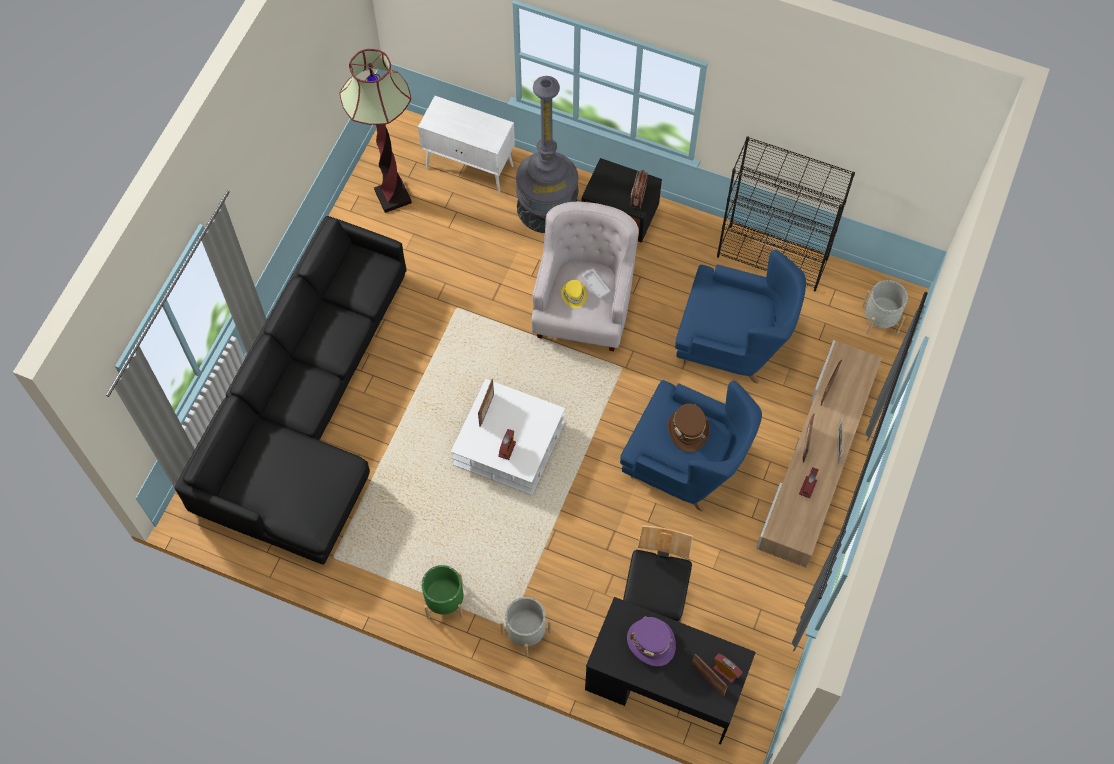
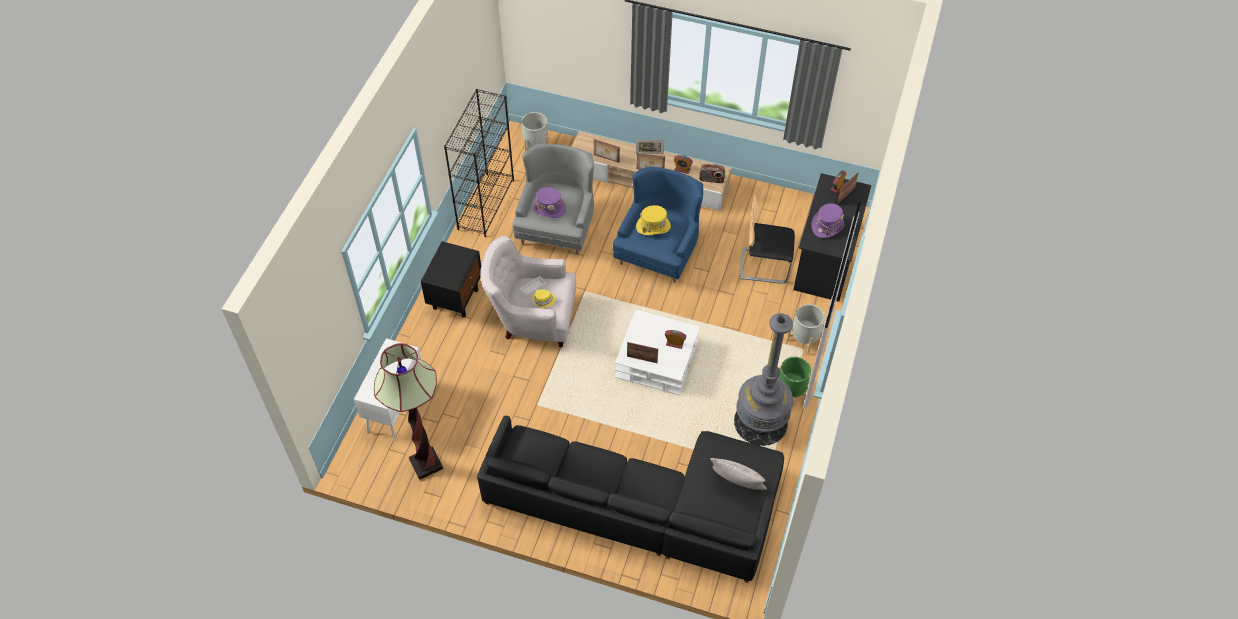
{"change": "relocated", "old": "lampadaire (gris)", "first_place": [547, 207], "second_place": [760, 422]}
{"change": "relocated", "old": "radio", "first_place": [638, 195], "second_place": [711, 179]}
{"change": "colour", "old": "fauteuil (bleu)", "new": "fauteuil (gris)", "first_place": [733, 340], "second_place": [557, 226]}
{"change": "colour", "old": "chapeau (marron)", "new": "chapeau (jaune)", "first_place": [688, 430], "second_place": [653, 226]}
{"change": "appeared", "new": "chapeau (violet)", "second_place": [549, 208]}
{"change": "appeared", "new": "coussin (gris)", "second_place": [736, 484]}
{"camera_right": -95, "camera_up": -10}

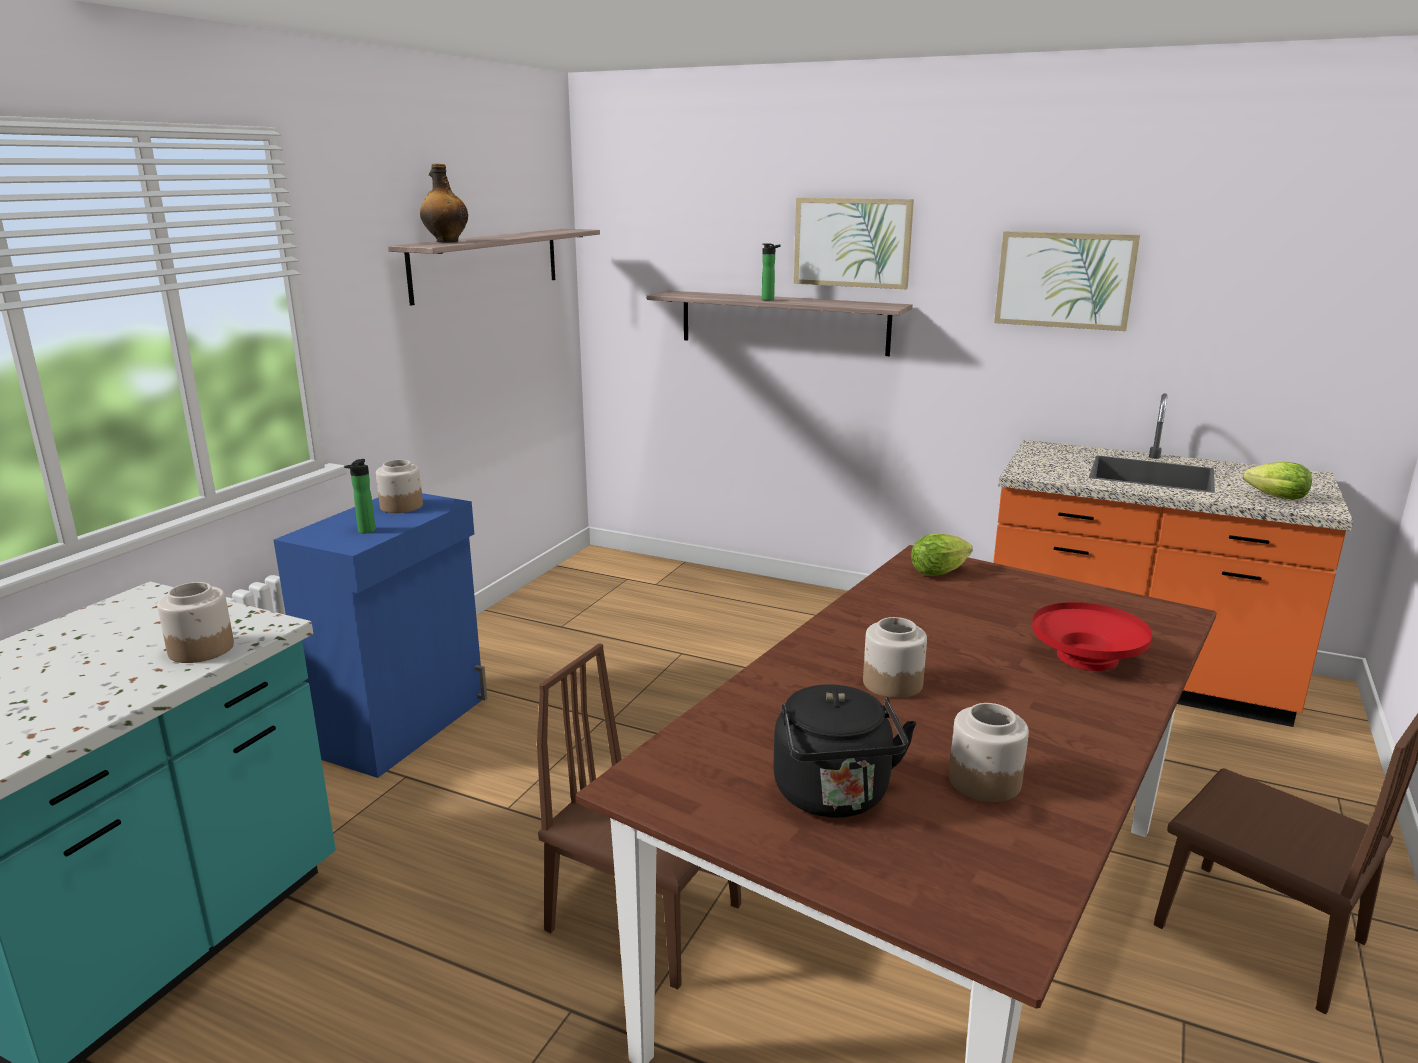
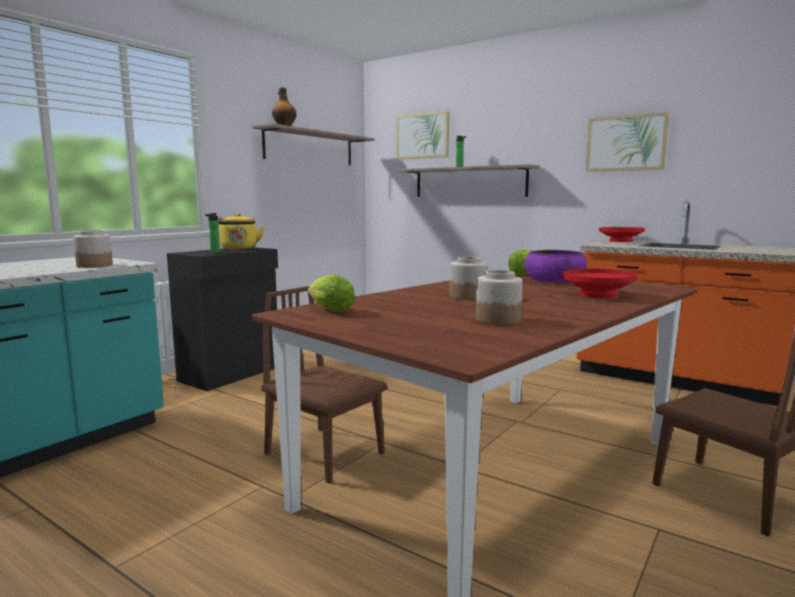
{"change": "relocated", "old": "tableau", "first_place": [852, 242], "second_place": [423, 136]}
{"change": "exchanged", "old": "bocal", "new": "bouilloire (jaune)", "first_place": [401, 506], "second_place": [239, 249]}
{"change": "relocated", "old": "laitue", "first_place": [1272, 497], "second_place": [328, 310]}
{"change": "colour", "old": "meuble de rangement (bleu)", "new": "meuble de rangement (noir)", "first_place": [404, 725], "second_place": [231, 374]}
{"change": "missing", "old": "bouilloire (noir)", "first_place": [834, 797]}
{"change": "appeared", "new": "bol (rouge)", "second_place": [620, 241]}
{"change": "appeared", "new": "bol (violet)", "second_place": [554, 281]}
{"camera_right": 10, "camera_up": -10}

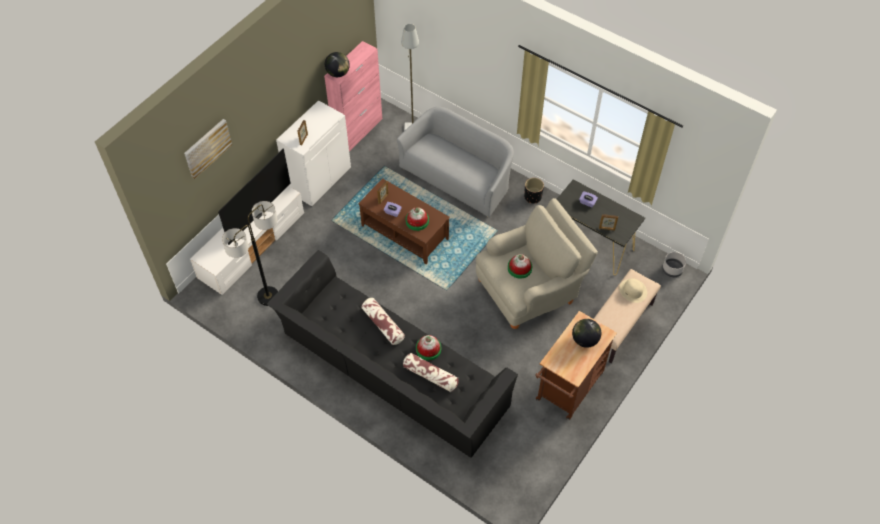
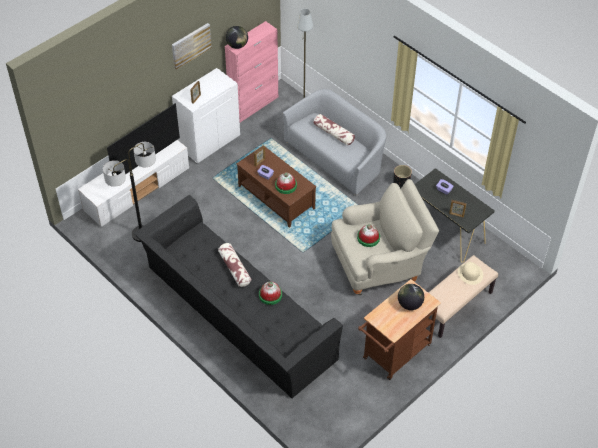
{"change": "relocated", "old": "tableau", "first_place": [207, 148], "second_place": [191, 45]}
{"change": "missing", "old": "cache-pot (gris)", "first_place": [672, 270]}
{"change": "relocated", "old": "coussin", "first_place": [430, 376], "second_place": [334, 134]}
{"camera_right": 10, "camera_up": -5}

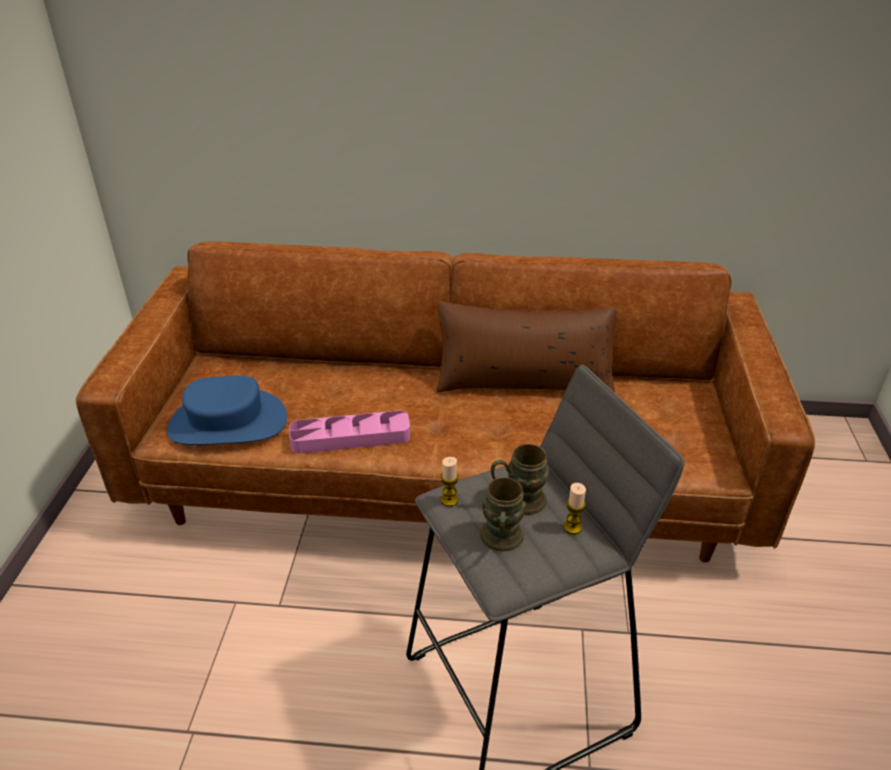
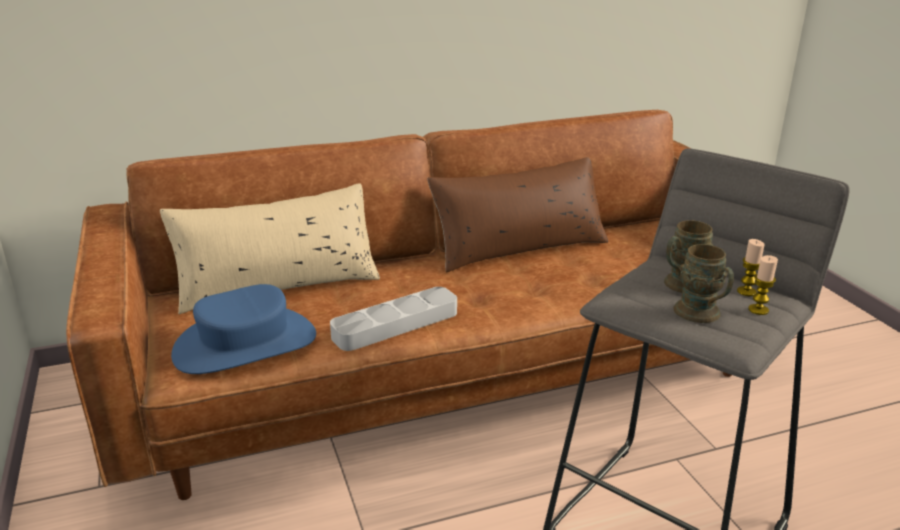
{"change": "colour", "old": "plateau (rose)", "new": "plateau (gris)", "first_place": [350, 437], "second_place": [395, 324]}
{"change": "relocated", "old": "bougie", "first_place": [449, 500], "second_place": [758, 310]}
{"change": "appeared", "new": "coussin (beige)", "second_place": [278, 285]}
{"camera_right": -25, "camera_up": -10}

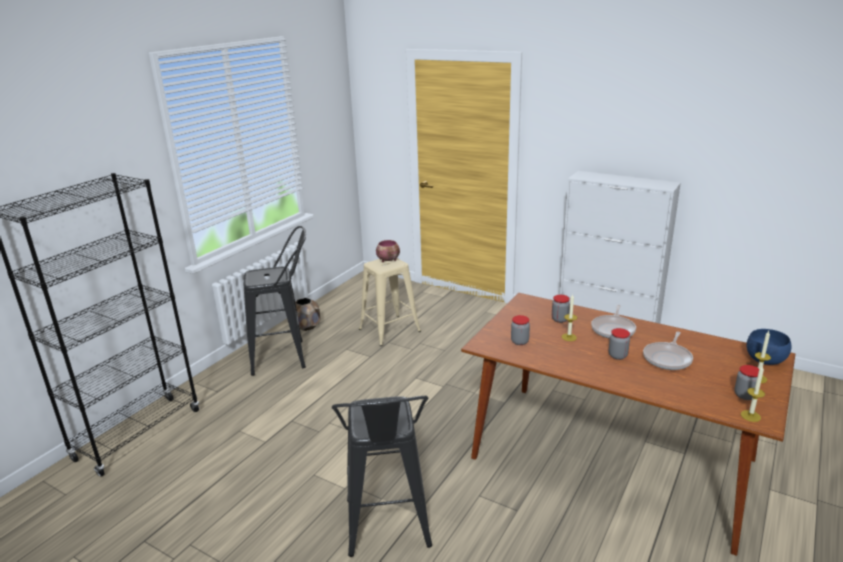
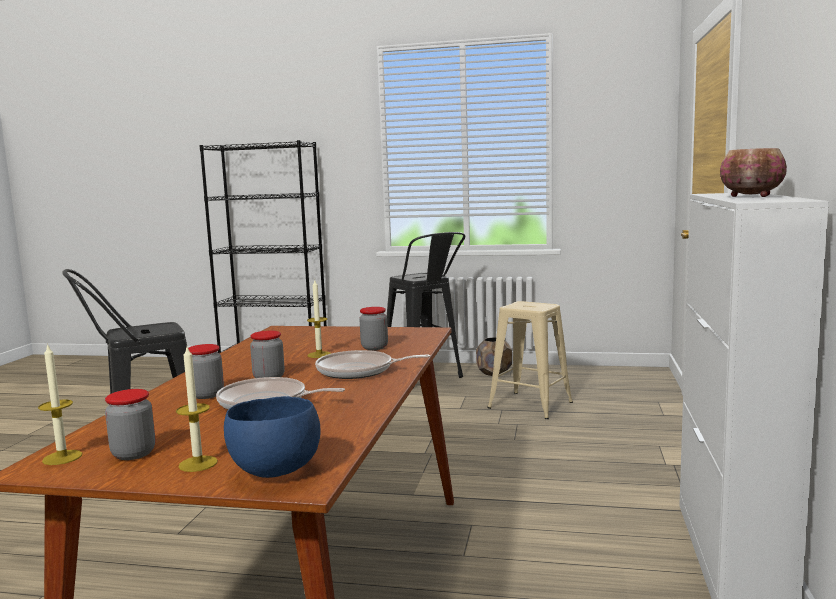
{"change": "relocated", "old": "bol", "first_place": [389, 260], "second_place": [752, 196]}
{"change": "relocated", "old": "bocal", "first_place": [519, 341], "second_place": [207, 395]}
{"camera_right": 70, "camera_up": -15}

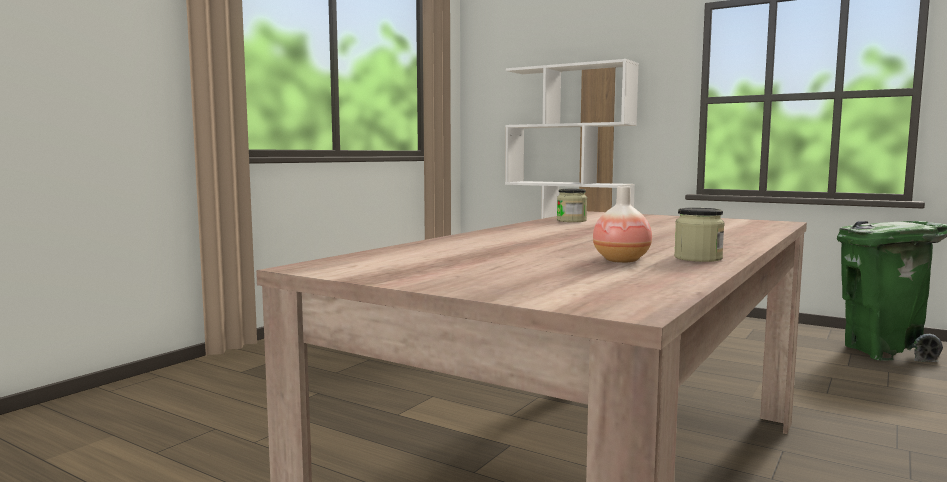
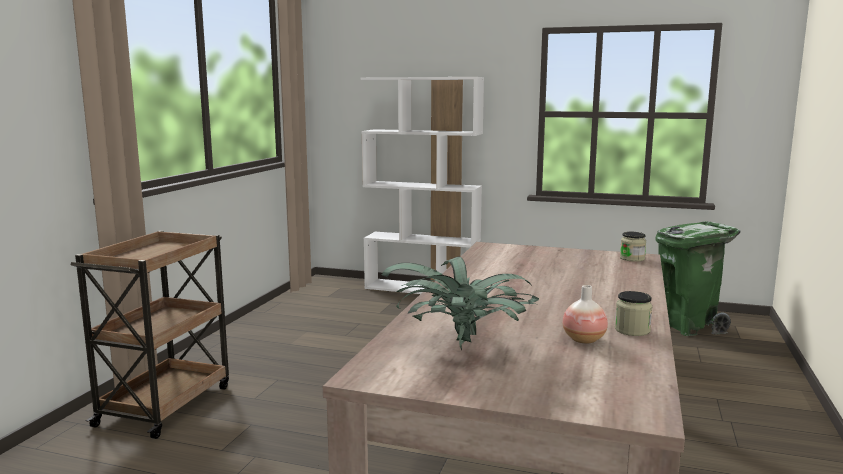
{"change": "relocated", "old": "bocal", "first_place": [571, 220], "second_place": [632, 258]}
{"change": "appeared", "new": "chariot (marron)", "second_place": [166, 404]}
{"change": "appeared", "new": "plante en pot", "second_place": [464, 346]}
{"camera_right": -15, "camera_up": 5}

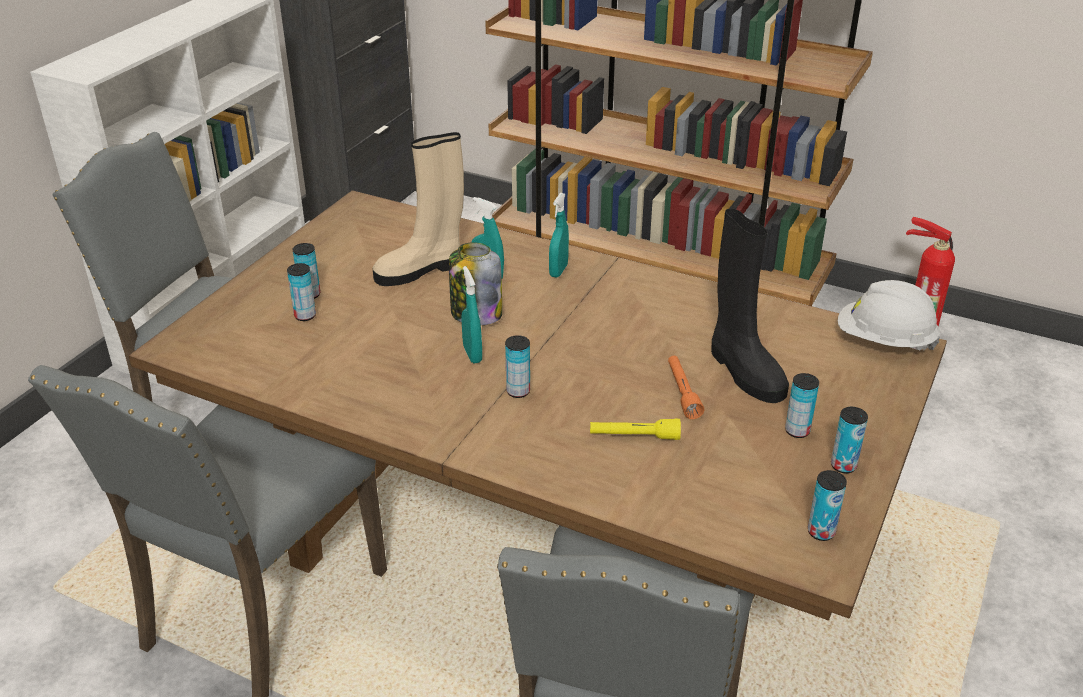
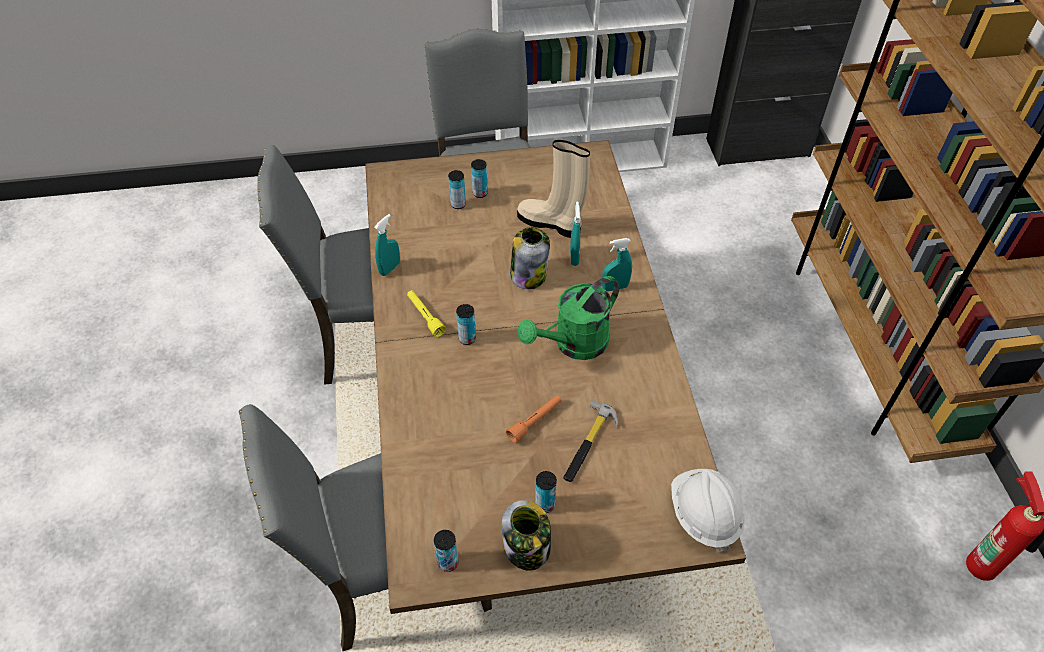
{"change": "exchanged", "old": "botte (noir)", "new": "marteau", "first_place": [744, 371], "second_place": [588, 444]}
{"change": "relocated", "old": "vaporisateur (turquoise)", "first_place": [472, 354], "second_place": [390, 268]}
{"change": "exchanged", "old": "boîte métallique", "new": "bocal", "first_place": [843, 466], "second_place": [527, 548]}
{"change": "relocated", "old": "lampe de poche (jaune)", "first_place": [634, 436], "second_place": [425, 316]}
{"change": "appeared", "new": "arrosoir (vert)", "second_place": [573, 345]}
{"camera_right": 55, "camera_up": 15}

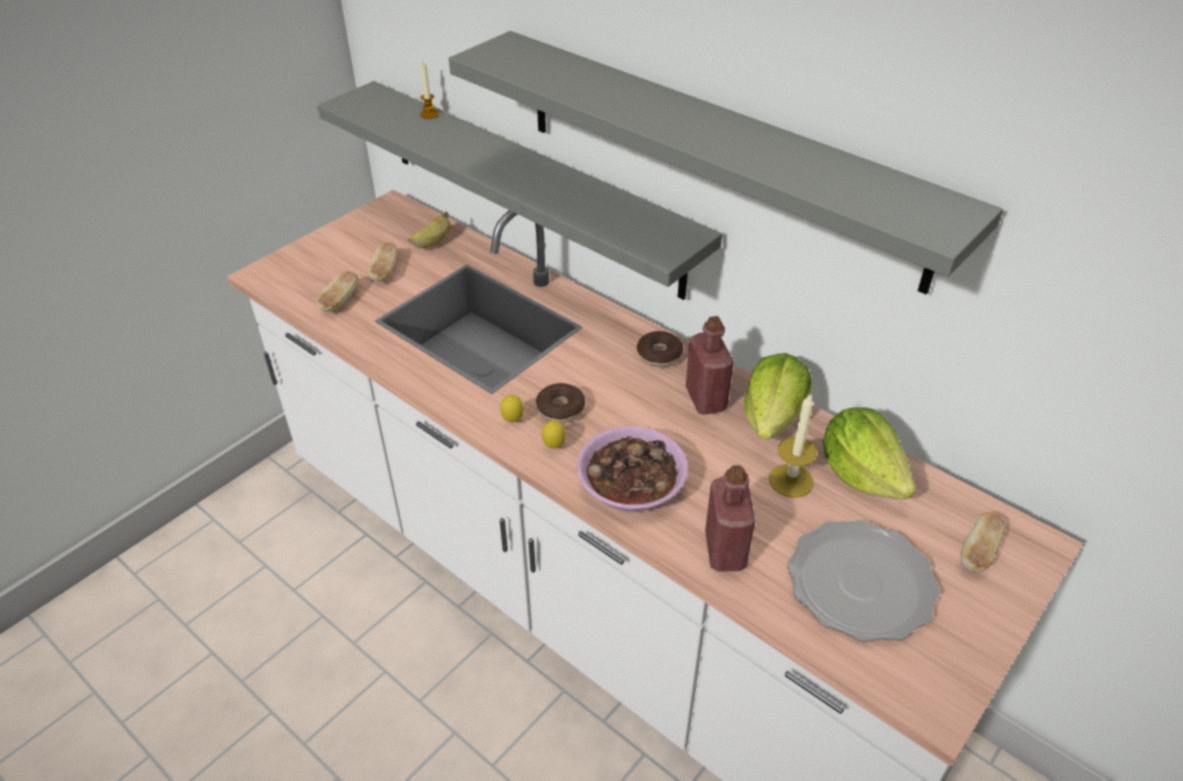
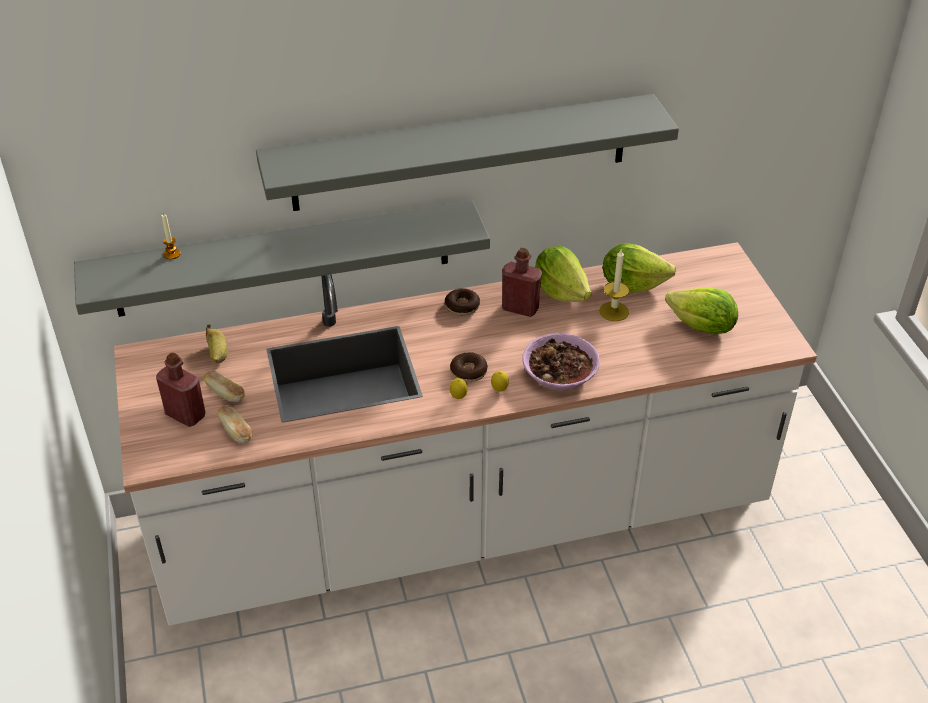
{"change": "relocated", "old": "bouteille (rouge)", "first_place": [725, 550], "second_place": [185, 415]}
{"change": "missing", "old": "pain", "first_place": [979, 552]}
{"change": "exchanged", "old": "assiette", "new": "laitue", "first_place": [859, 584], "second_place": [701, 327]}
{"camera_right": -55, "camera_up": 0}

